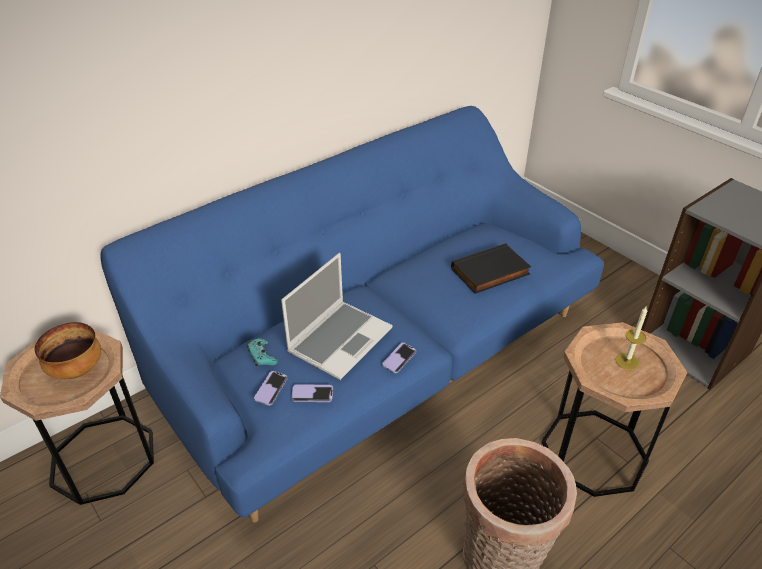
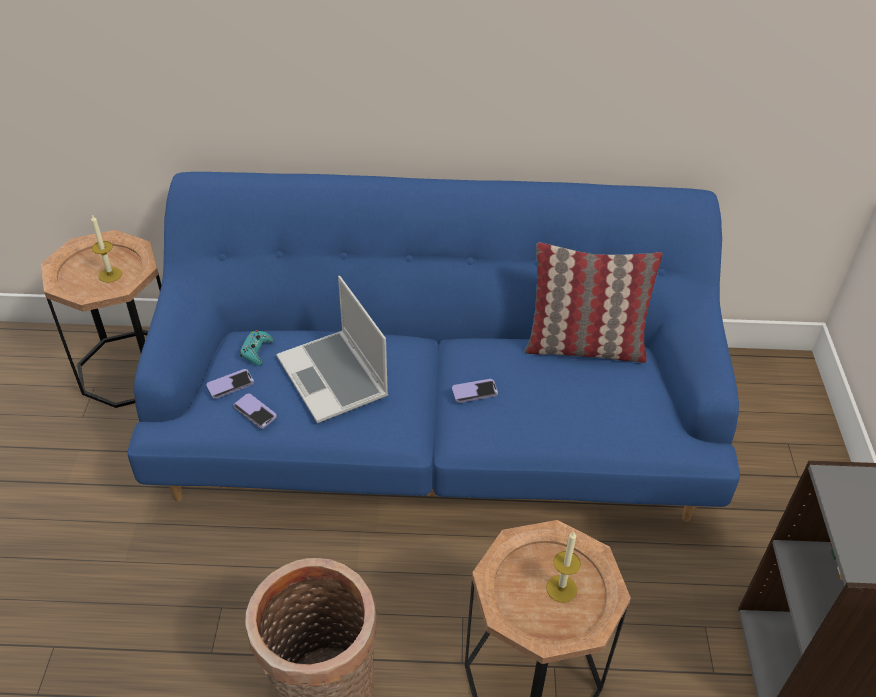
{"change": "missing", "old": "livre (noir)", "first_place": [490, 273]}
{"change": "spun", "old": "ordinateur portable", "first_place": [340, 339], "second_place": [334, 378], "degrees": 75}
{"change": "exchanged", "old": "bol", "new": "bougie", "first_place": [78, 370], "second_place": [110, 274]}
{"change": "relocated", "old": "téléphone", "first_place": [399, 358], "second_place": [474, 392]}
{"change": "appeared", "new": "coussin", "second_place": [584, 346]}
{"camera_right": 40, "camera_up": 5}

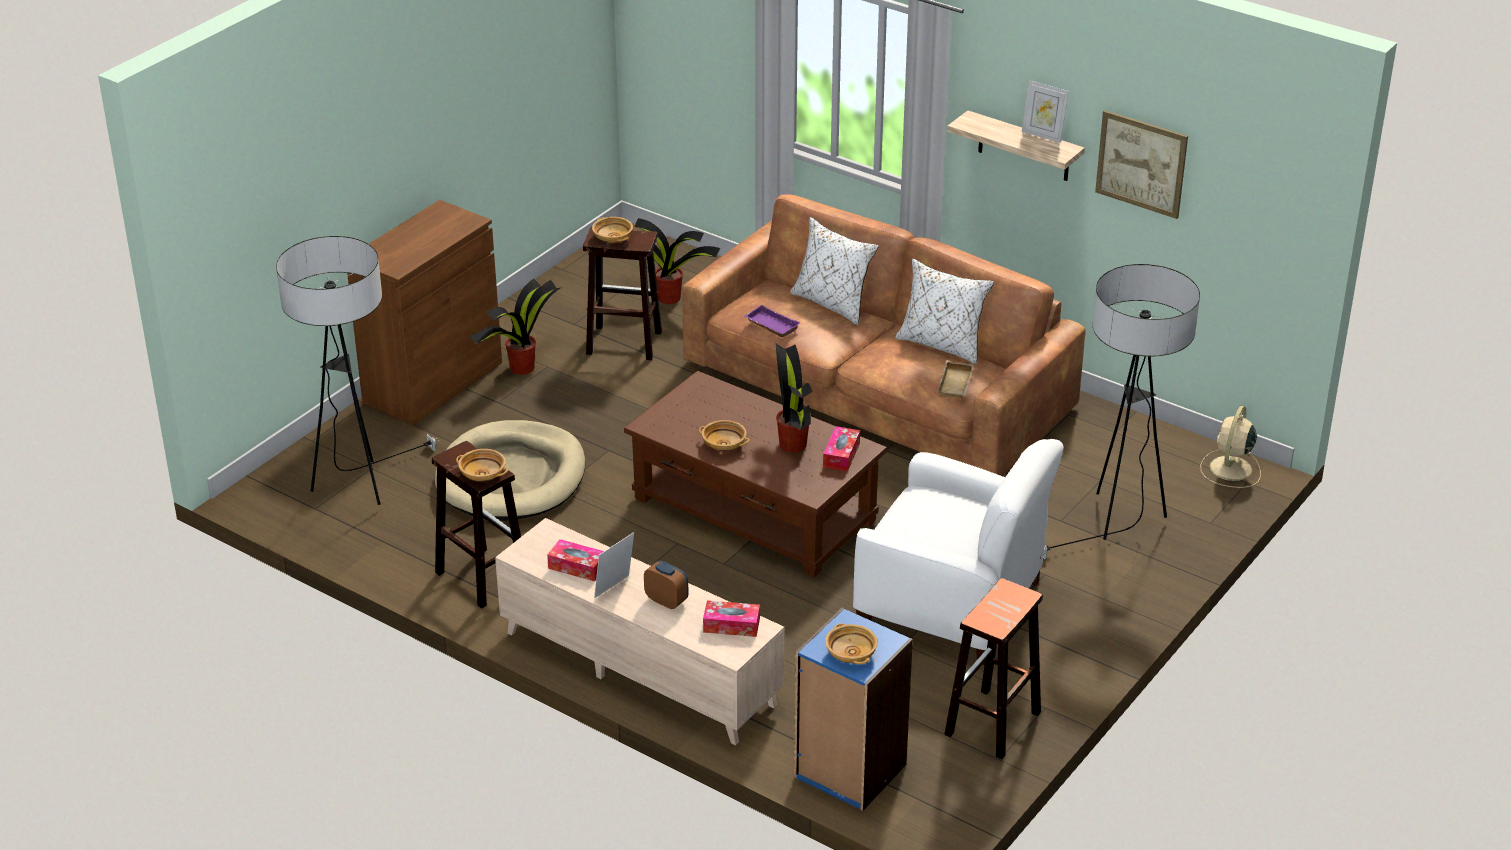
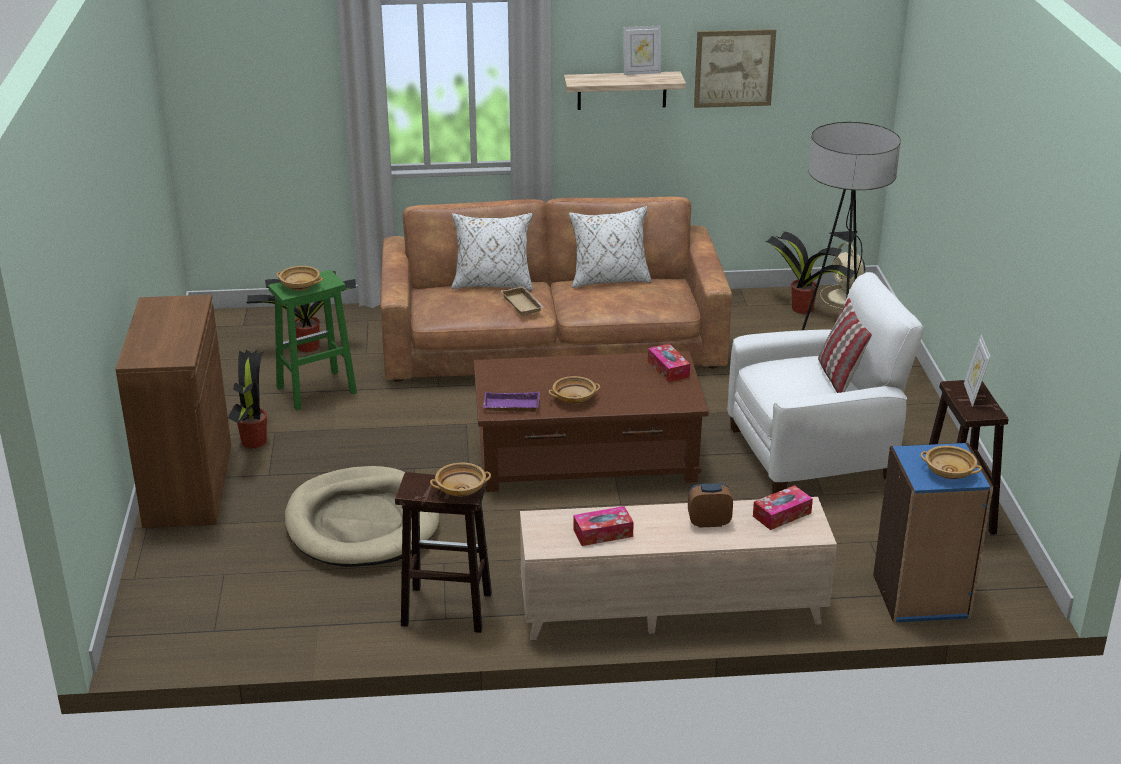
{"change": "colour", "old": "tabouret (marron)", "new": "tabouret (vert)", "first_place": [622, 343], "second_place": [315, 390]}
{"change": "missing", "old": "lampadaire", "first_place": [358, 488]}
{"change": "relocated", "old": "plateau (violet)", "first_place": [770, 325], "second_place": [510, 406]}
{"change": "relocated", "old": "plante en pot", "first_place": [793, 445], "second_place": [803, 309]}
{"change": "relocated", "old": "plateau (beige)", "first_place": [956, 384], "second_place": [524, 304]}
{"change": "relocated", "old": "cadre photo", "first_place": [615, 588], "second_place": [972, 395]}
{"change": "appeared", "new": "coussin", "second_place": [839, 377]}
{"camera_right": -40, "camera_up": -5}

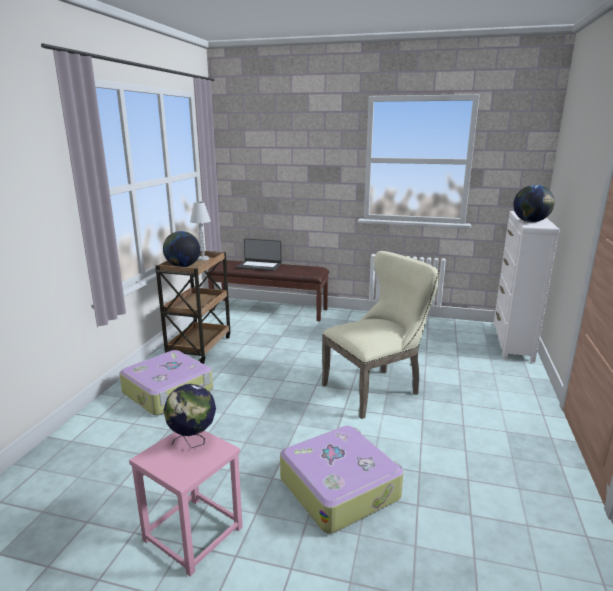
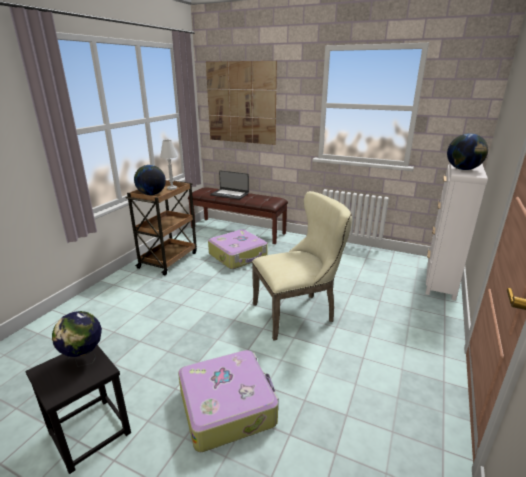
{"change": "relocated", "old": "valise", "first_place": [169, 392], "second_place": [238, 256]}
{"change": "colour", "old": "tabouret (rose)", "new": "tabouret (noir)", "first_place": [193, 534], "second_place": [90, 433]}
{"change": "appeared", "new": "tableau", "second_place": [241, 103]}
{"camera_right": 10, "camera_up": 5}

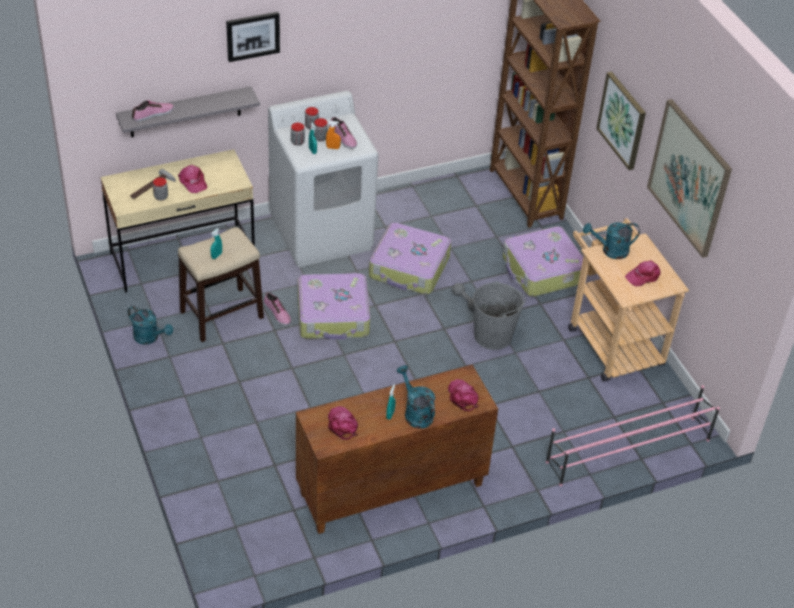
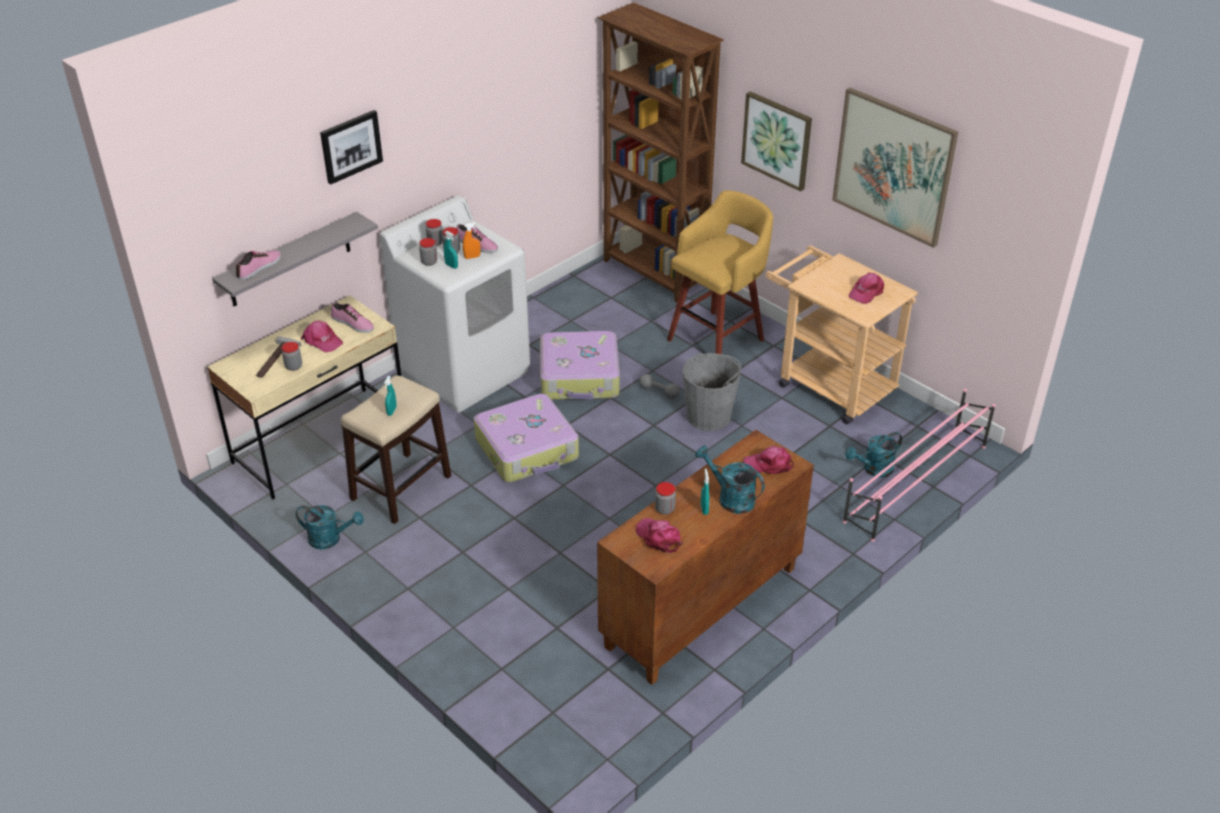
{"change": "relocated", "old": "arrosoir (turquoise)", "first_place": [610, 251], "second_place": [873, 469]}
{"change": "exchanged", "old": "valise", "new": "tabouret (jaune)", "first_place": [542, 270], "second_place": [718, 339]}
{"change": "relocated", "old": "chaussure", "first_place": [277, 313], "second_place": [352, 324]}
{"change": "spun", "old": "casquette (rose)", "first_place": [463, 396], "second_place": [769, 465], "degrees": -45}
{"change": "appeared", "new": "bocal", "second_place": [664, 509]}
{"camera_right": -20, "camera_up": -5}

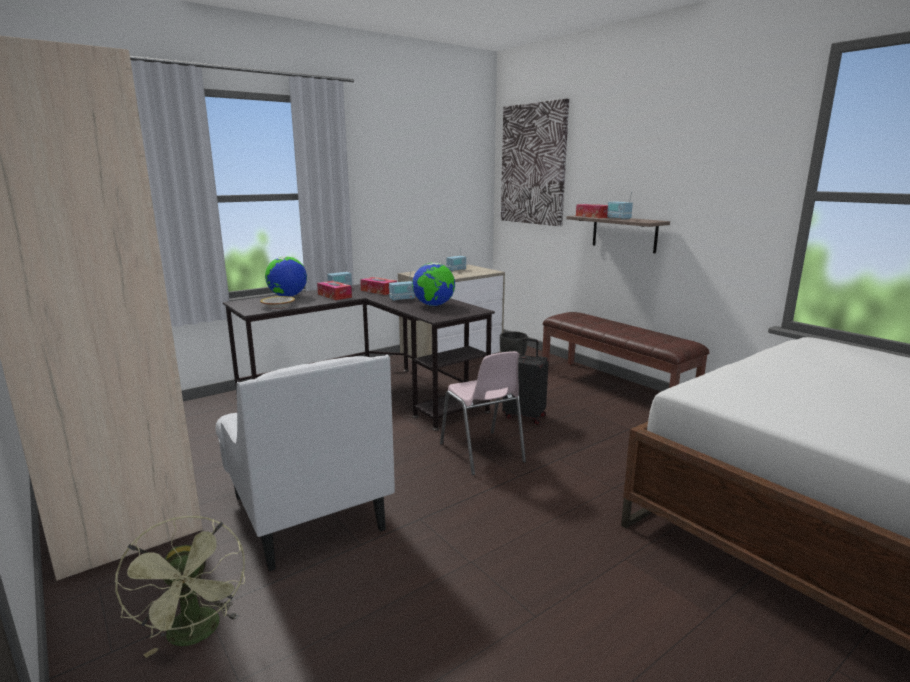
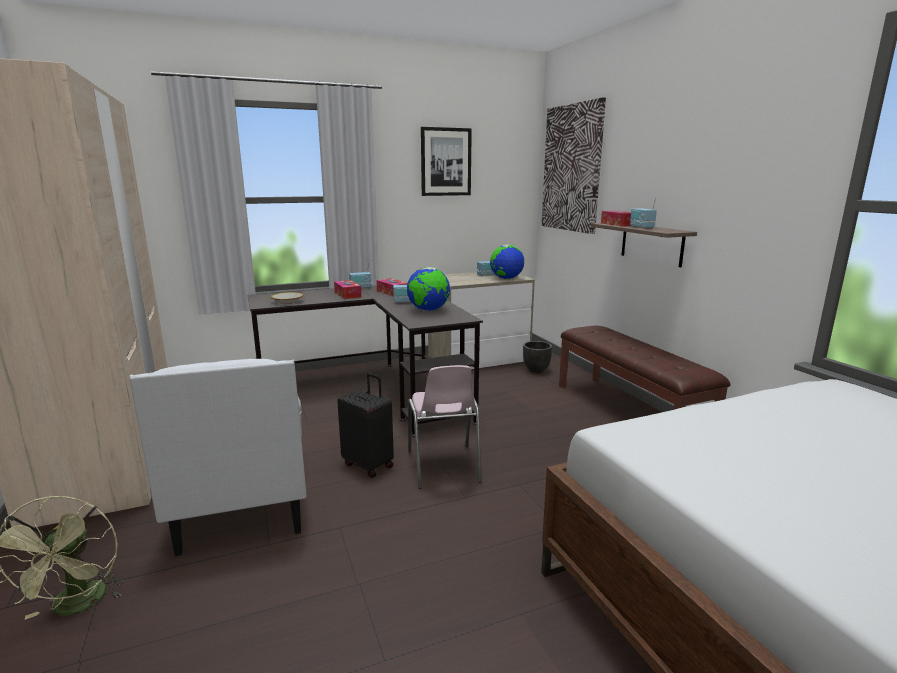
{"change": "relocated", "old": "globe", "first_place": [287, 296], "second_place": [506, 279]}
{"change": "relocated", "old": "valise (noir)", "first_place": [525, 416], "second_place": [369, 465]}
{"change": "appeared", "new": "tableau", "second_place": [445, 162]}
{"camera_right": 15, "camera_up": 0}

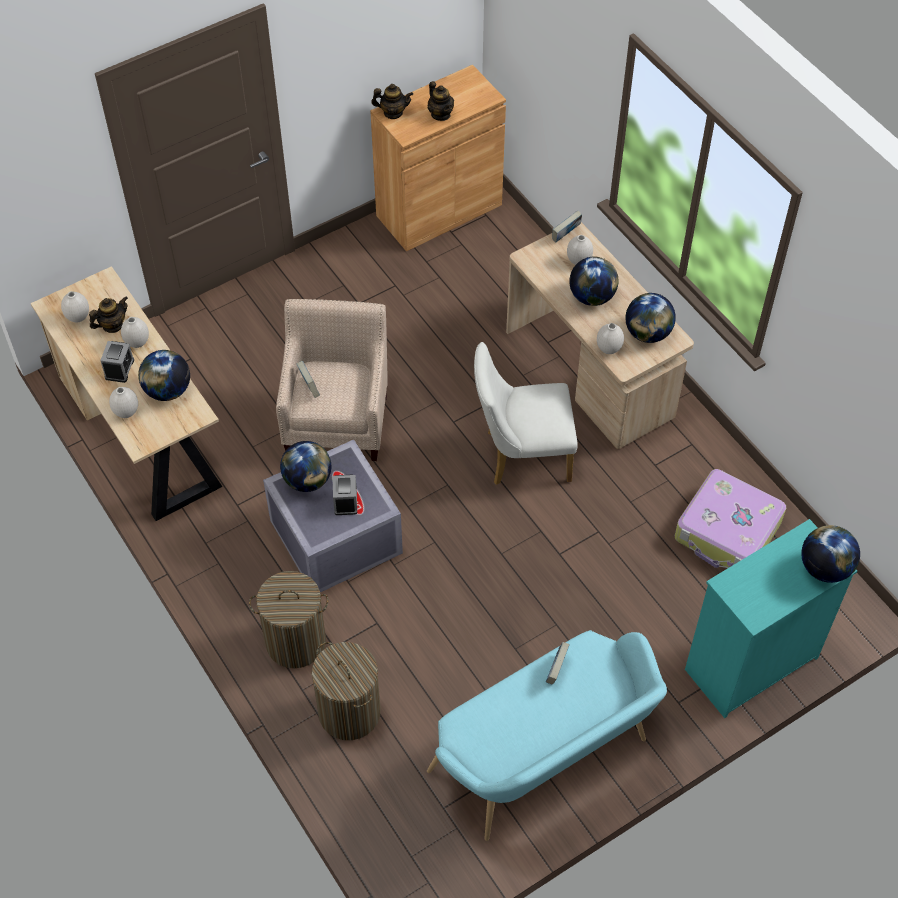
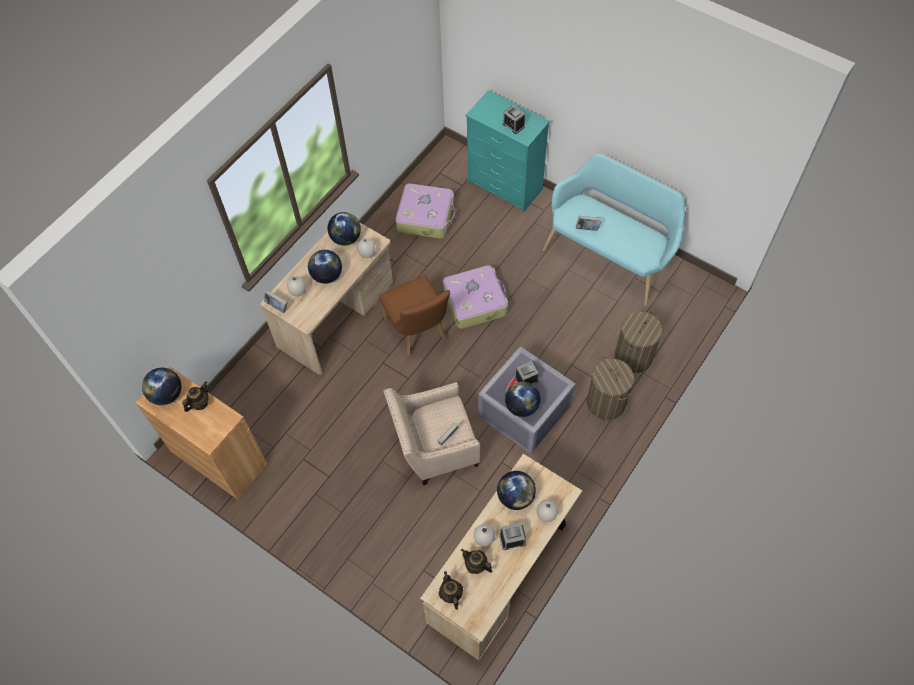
{"change": "relocated", "old": "théière", "first_place": [393, 113], "second_place": [451, 595]}
{"change": "missing", "old": "vase (blanc)", "first_place": [78, 318]}
{"change": "colour", "old": "chaise (blanc)", "new": "chaise (marron)", "first_place": [521, 456], "second_place": [418, 332]}
{"change": "relocated", "old": "globe", "first_place": [825, 568], "second_place": [167, 394]}
{"change": "appeared", "new": "réveil", "second_place": [513, 125]}
{"change": "appeared", "new": "valise", "second_place": [475, 301]}
{"camera_right": -110, "camera_up": 5}

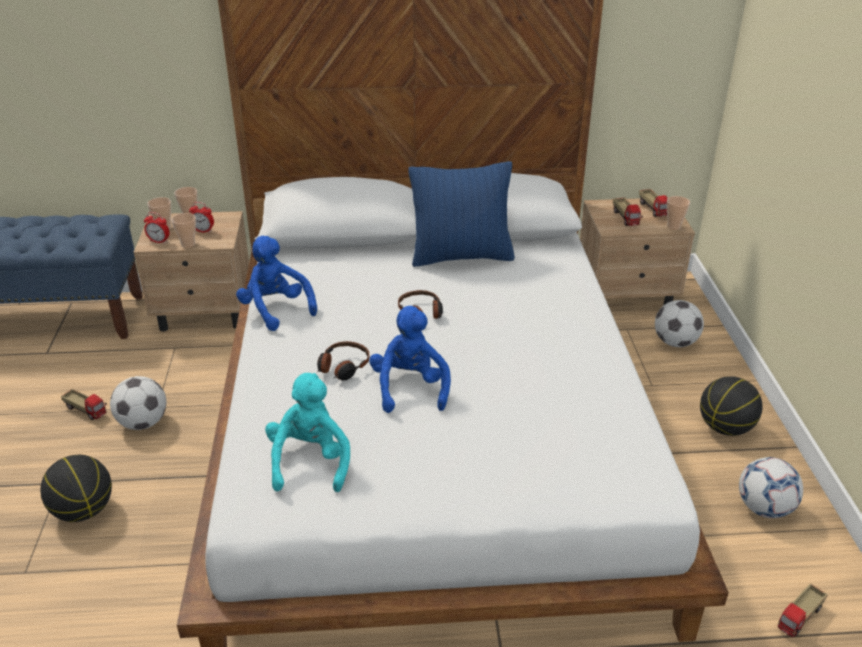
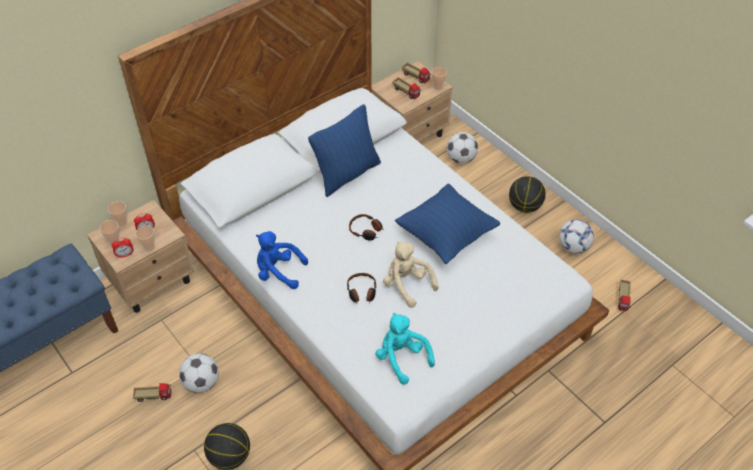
{"change": "colour", "old": "peluche (bleu)", "new": "peluche (beige)", "first_place": [410, 388], "second_place": [407, 285]}
{"change": "appeared", "new": "coussin (bleu)", "second_place": [446, 236]}
{"camera_right": -35, "camera_up": 15}

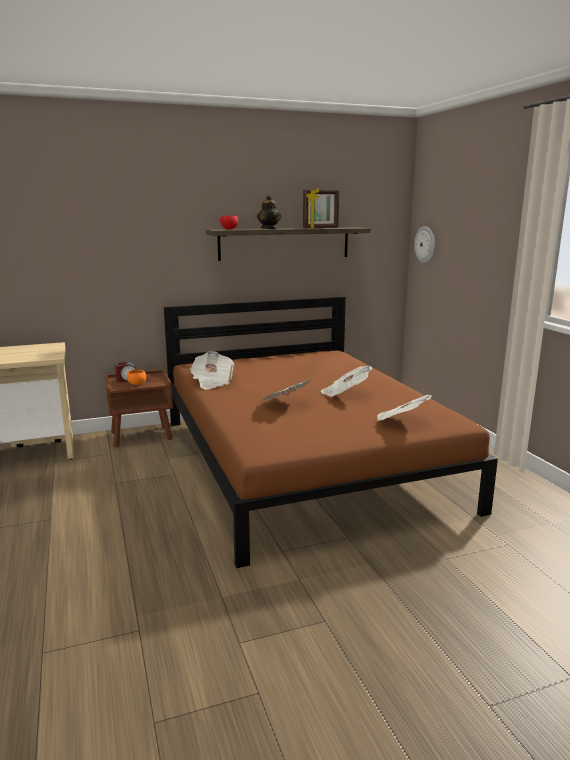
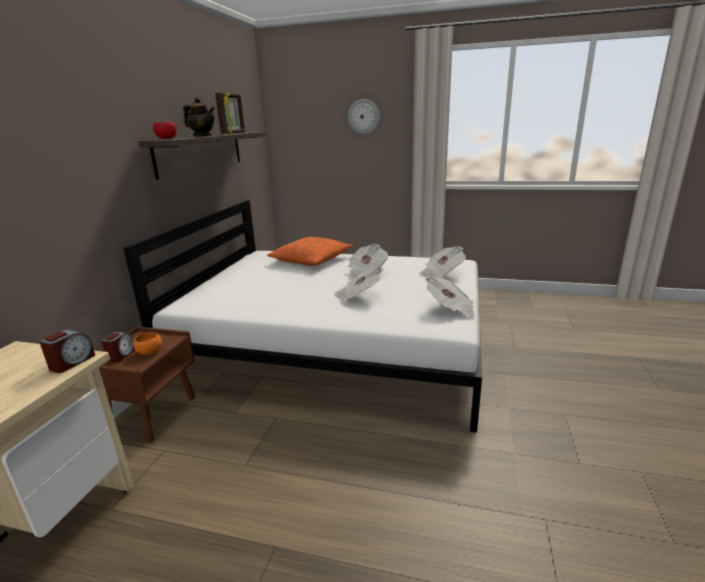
{"change": "relocated", "old": "horloge murale", "first_place": [425, 244], "second_place": [364, 116]}
{"change": "colour", "old": "lit (marron)", "new": "lit (blanc)", "first_place": [304, 461], "second_place": [336, 346]}
{"change": "relocated", "old": "journal", "first_place": [212, 382], "second_place": [450, 309]}
{"change": "appeared", "new": "coussin (orange)", "second_place": [311, 260]}
{"change": "appeared", "new": "réveil", "second_place": [72, 362]}
{"camera_right": -55, "camera_up": 5}

